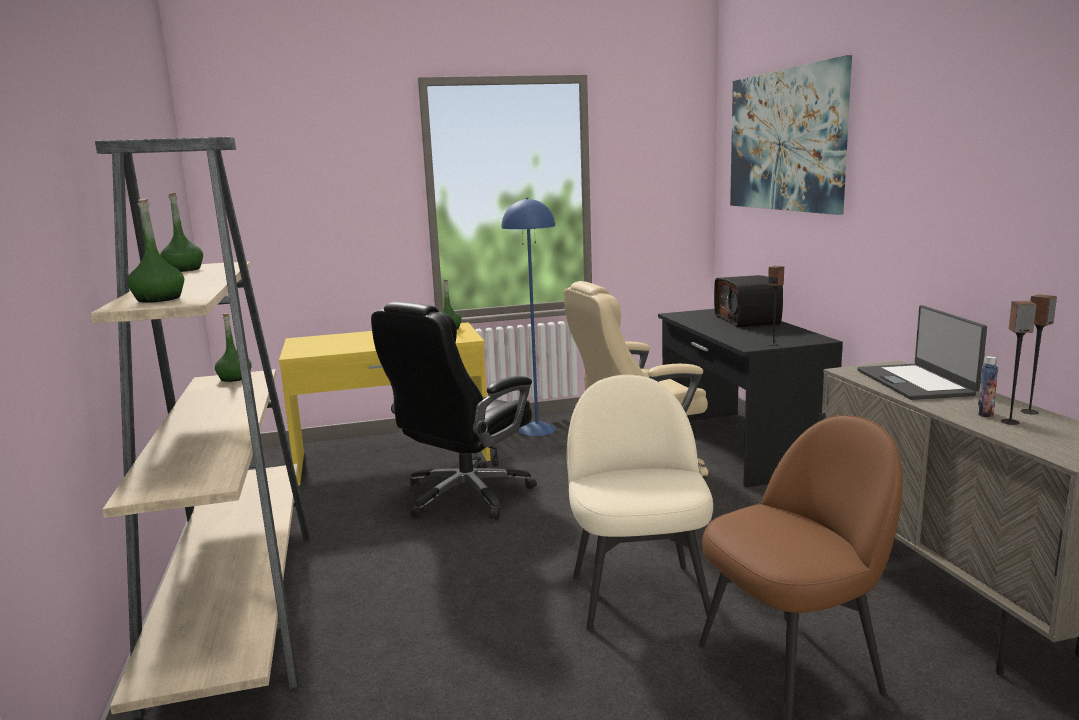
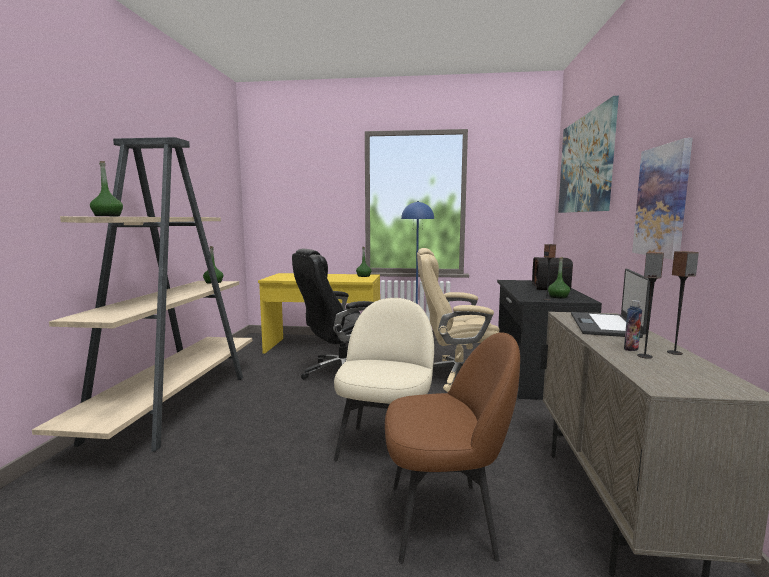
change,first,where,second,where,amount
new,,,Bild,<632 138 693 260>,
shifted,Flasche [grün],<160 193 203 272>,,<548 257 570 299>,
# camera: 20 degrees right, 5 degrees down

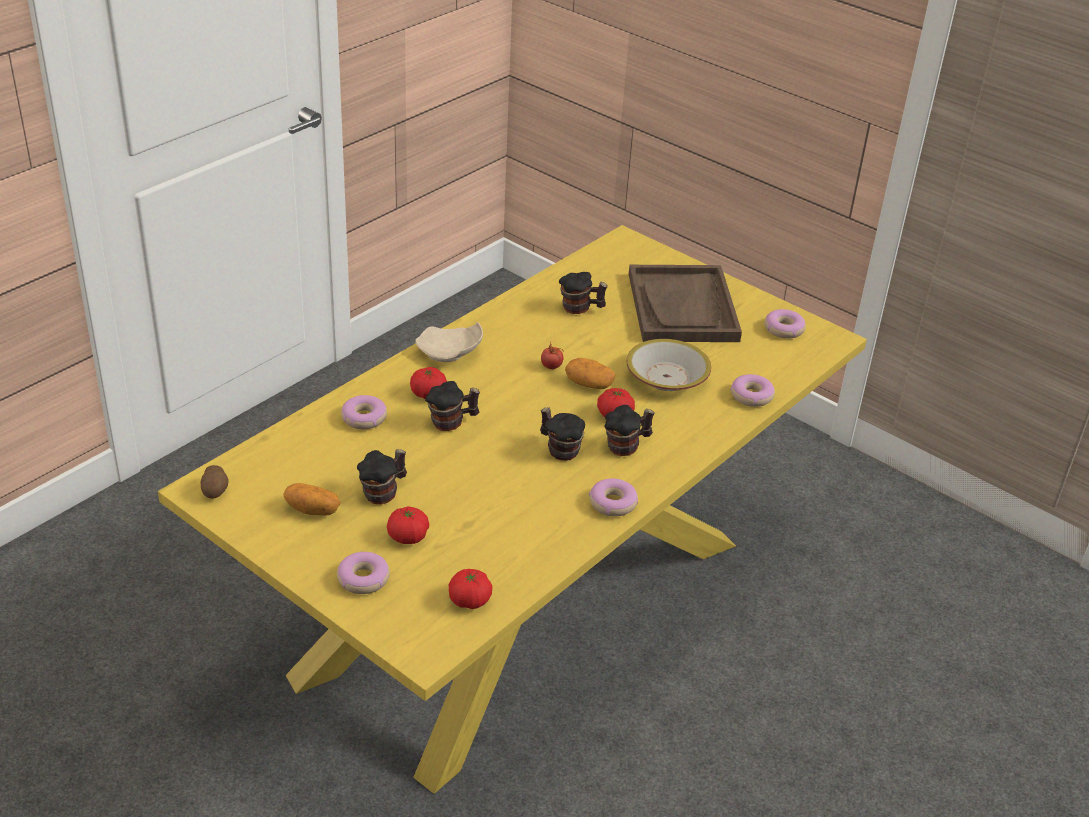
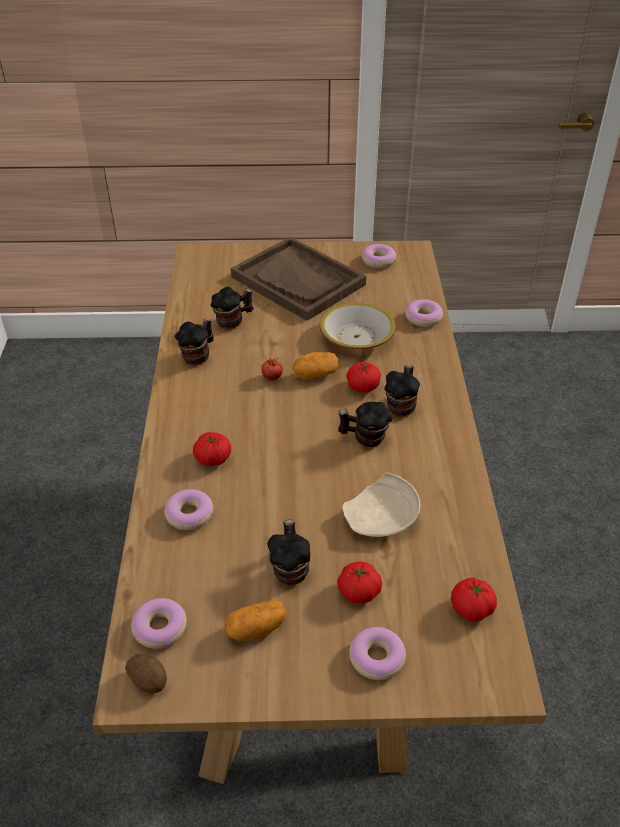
change,first,where,second,where,amount
shifted,Teller [beige],<415 322 483 362>,,<342 472 420 537>,
shifted,Henkelbecher,<425 381 480 431>,,<175 319 214 365>,
shifted,Donut,<589 478 638 516>,,<131 598 187 649>,
repainted,Esstisch [gelb],<158 225 867 794>,Esstisch [braun],<92 241 546 784>,
# camera: 40 degrees left, 5 degrees up

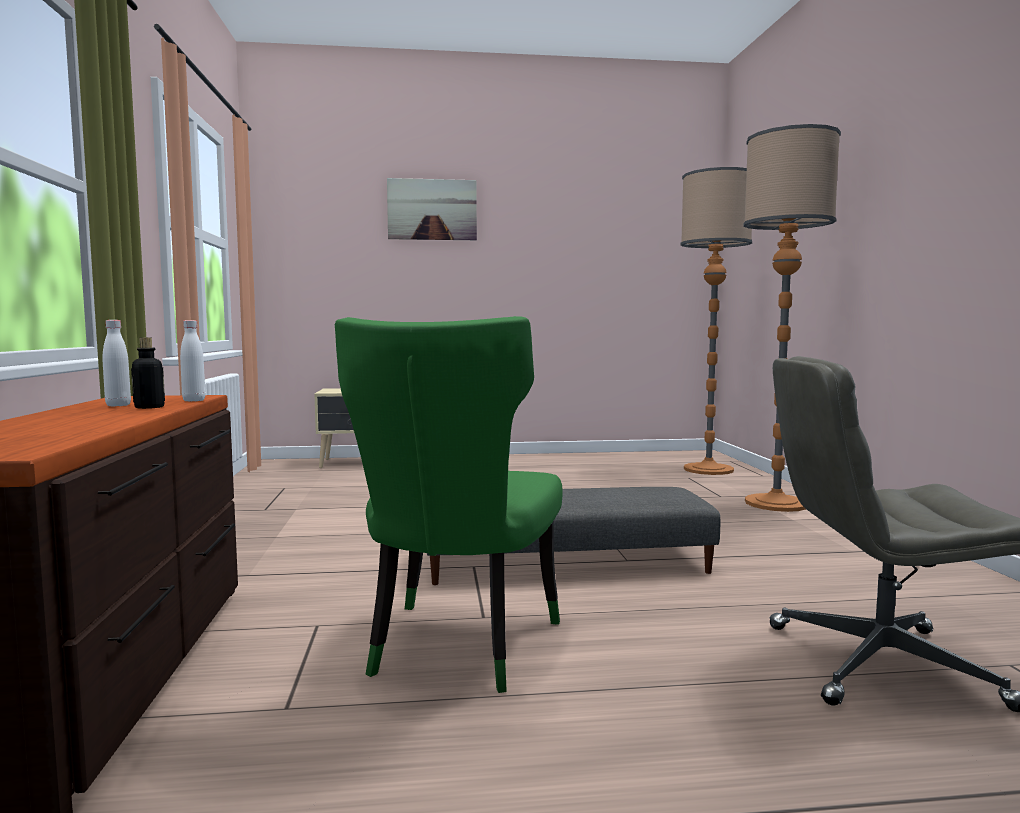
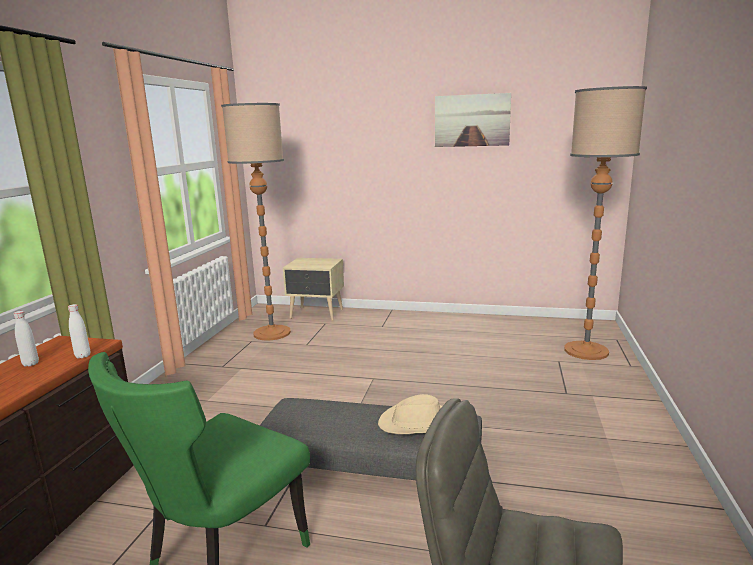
change,first,where,second,where,amount
gone,Flasche,<131 337 165 409>,,,
new,,,Hut [beige],<378 394 442 434>,
shifted,Bild,<387 178 477 240>,,<435 93 511 147>,
shifted,Stehlampe,<743 124 841 512>,,<221 103 291 341>,
# camera: 20 degrees right, 10 degrees up

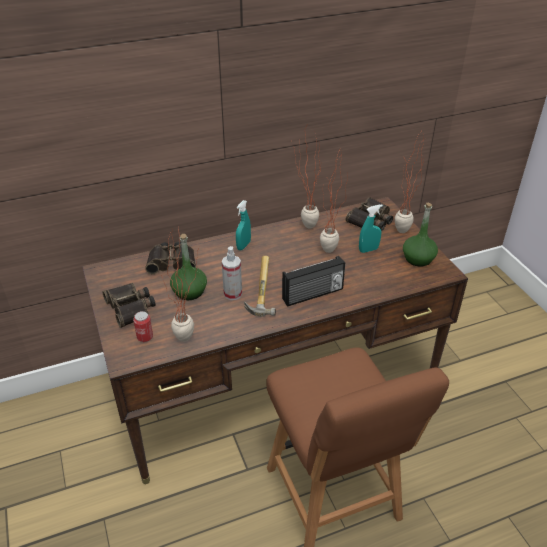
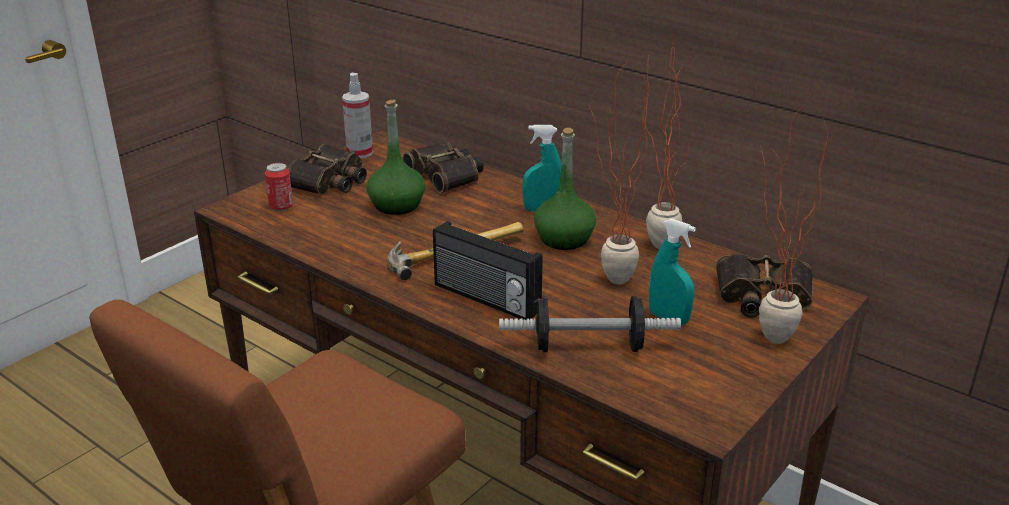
change,first,where,second,where,amount
gone,Topfpflanze,<161 226 200 342>,,,
new,,,Hantel,<499 296 681 352>,
shifted,Sprühflasche,<222 246 242 300>,,<342 73 373 158>,
shifted,Flasche [grün],<403 203 438 267>,,<534 128 596 250>,
# camera: 60 degrees right, 10 degrees down

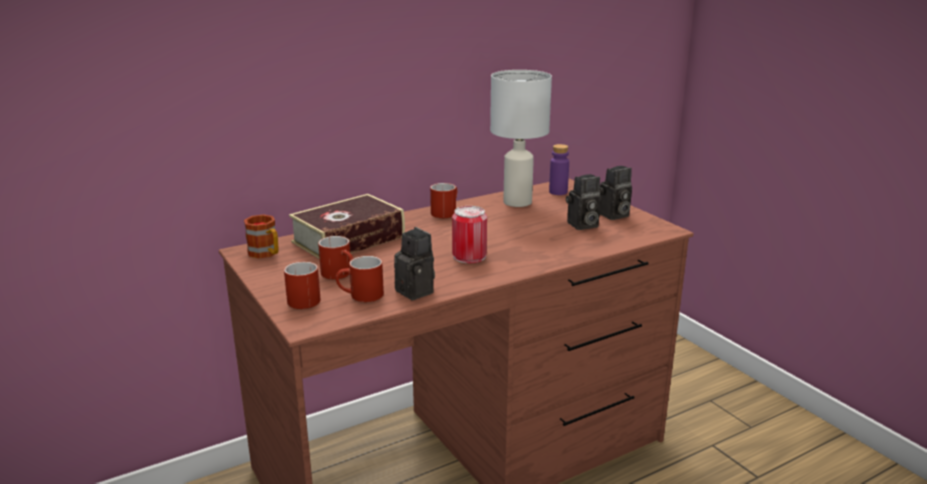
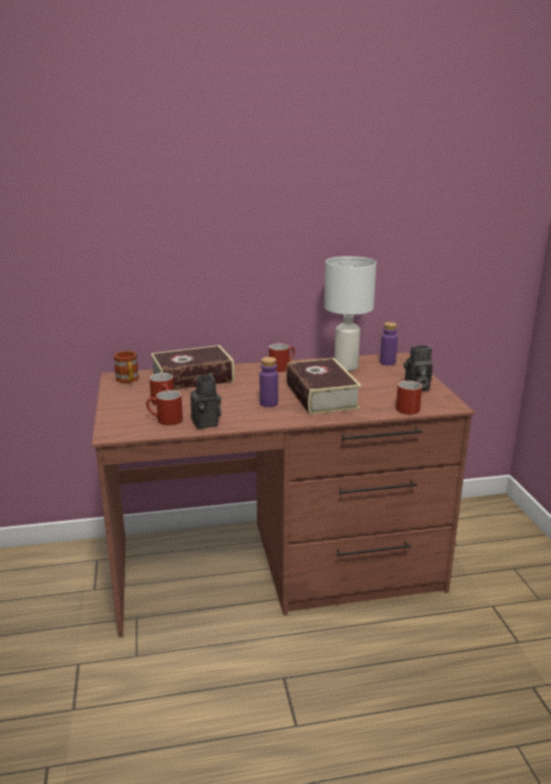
change,first,where,second,where,amount
gone,Kamera,<566 174 601 230>,,,
new,,,Buch,<286 358 362 415>,
shifted,Henkelbecher [rot],<284 262 321 309>,,<396 381 422 414>,
swapped,Dose,<452 206 487 263>,Flasche [lila],<260 357 278 407>,
# camera: 20 degrees right, 0 degrees up

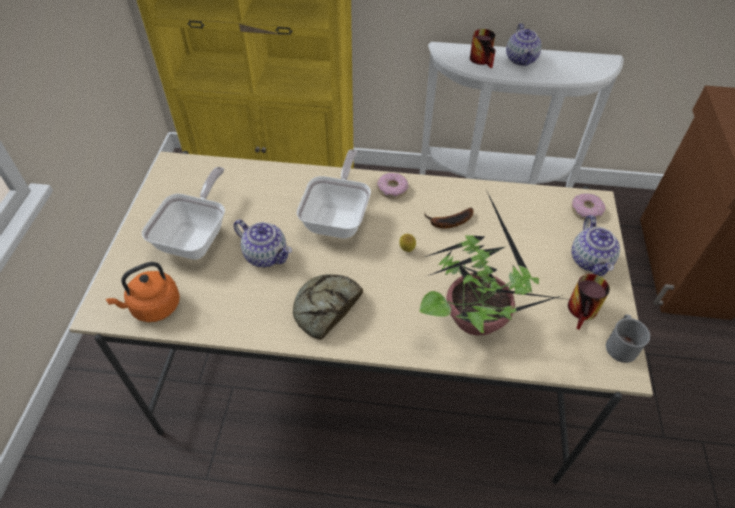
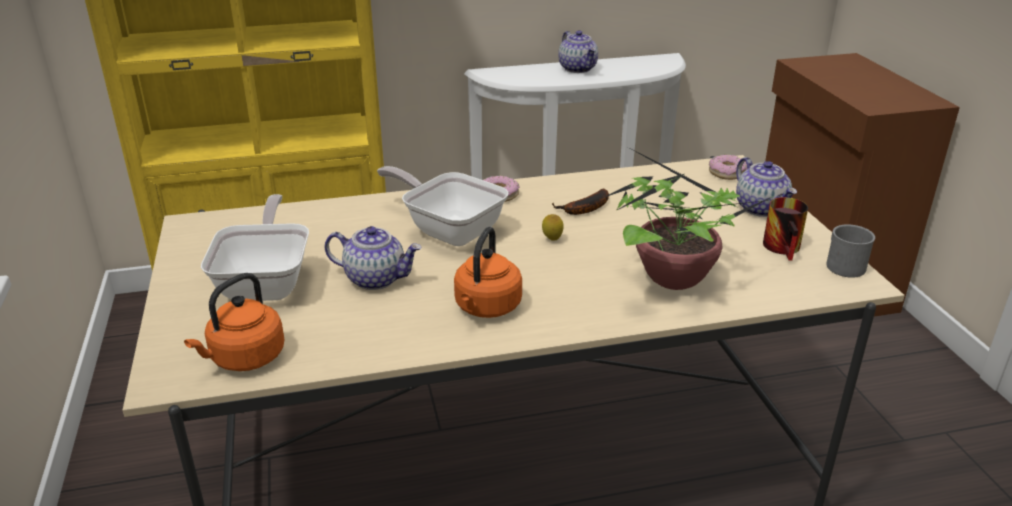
change,first,where,second,where,amount
gone,Henkelbecher,<470 29 496 68>,,,
swapped,Brot,<293 274 363 340>,Wasserkessel [orange],<454 227 522 318>,
rotated,Pfanne,<296 149 371 239>,,<377 166 509 246>,45 degrees counterclockwise
# camera: 20 degrees left, 20 degrees down

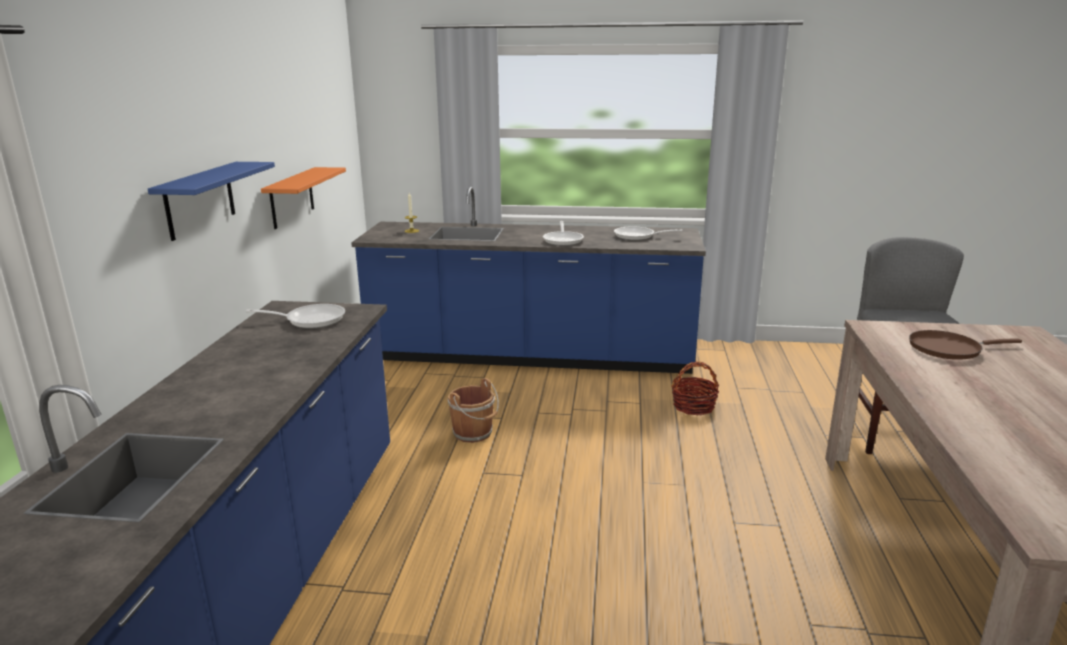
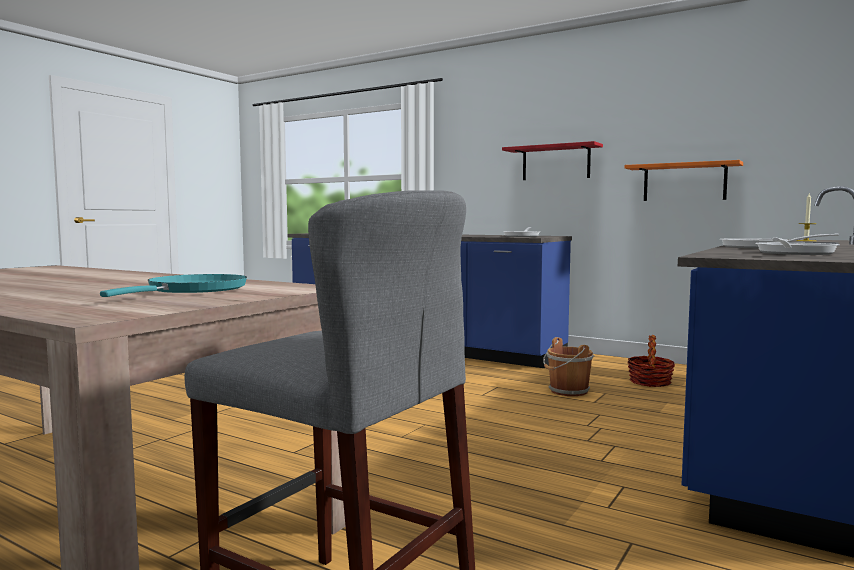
change,first,where,second,where,amount
shifted,Korb,<671 361 719 415>,,<627 335 675 387>,
repainted,Wandregal [blau],<148 162 275 241>,Wandregal [rot],<502 141 603 180>,
repainted,Pfanne [braun],<909 330 1022 360>,Pfanne [türkis],<100 274 247 297>,
# camera: 115 degrees right, 15 degrees down

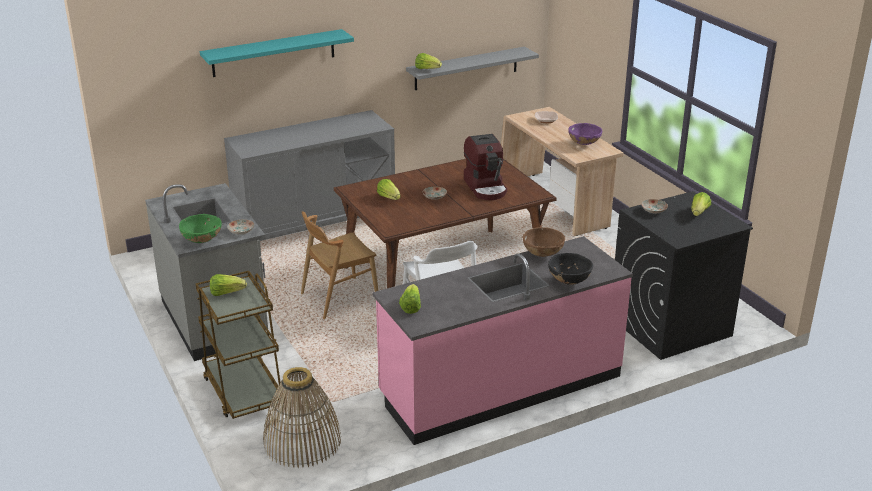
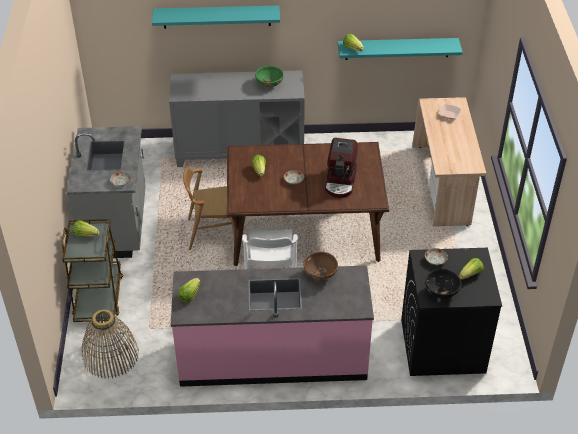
change,first,where,second,where,amount
gone,Schüssel [lila],<568 123 602 145>,,,
shifted,Schüssel [grün],<179 214 222 243>,,<255 66 284 88>,
shifted,Schüssel [schwarz],<548 253 593 285>,,<425 269 462 299>,
repainted,Wandregal [grau],<406 47 539 90>,Wandregal [türkis],<338 38 463 60>,
# camera: 25 degrees right, 15 degrees up

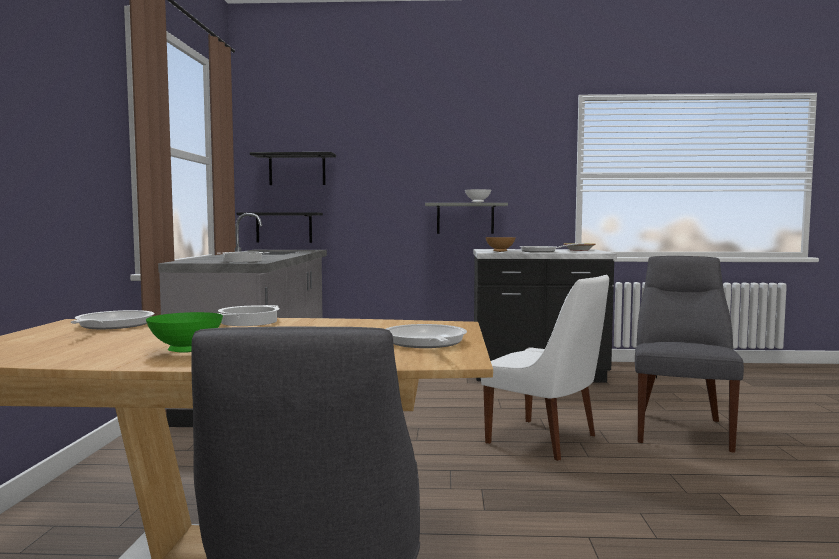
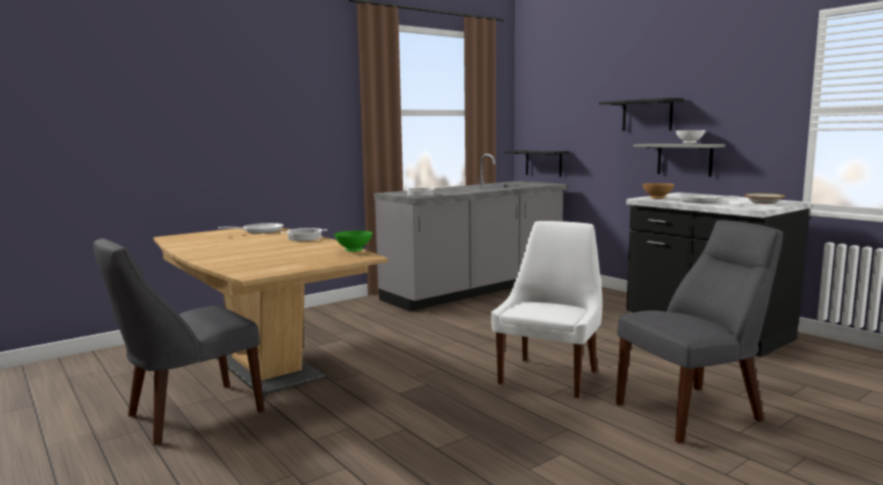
change,first,where,second,where,amount
gone,Pfanne,<386 324 467 348>,,,
shifted,Schüssel [grün],<146 312 223 353>,,<334 230 372 252>,
shifted,Wandregal [schwarz],<250 152 336 185>,,<599 98 684 131>,
rotated,Stuhl [weiß],<481 275 609 461>,,<491 221 602 398>,150 degrees counterclockwise
# camera: 50 degrees right, 5 degrees up

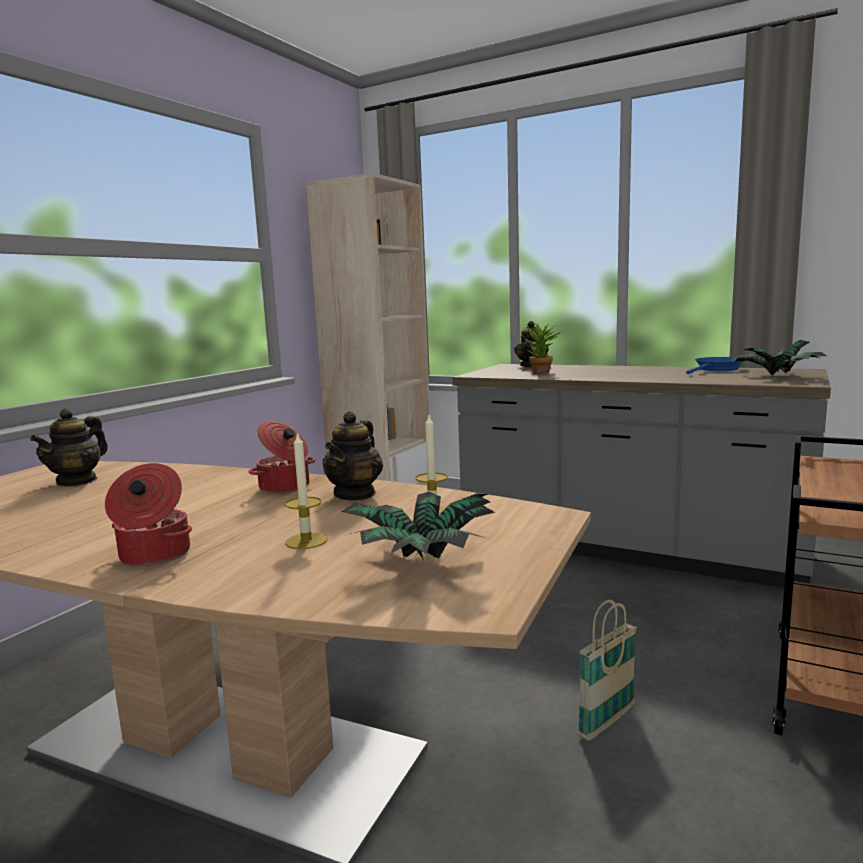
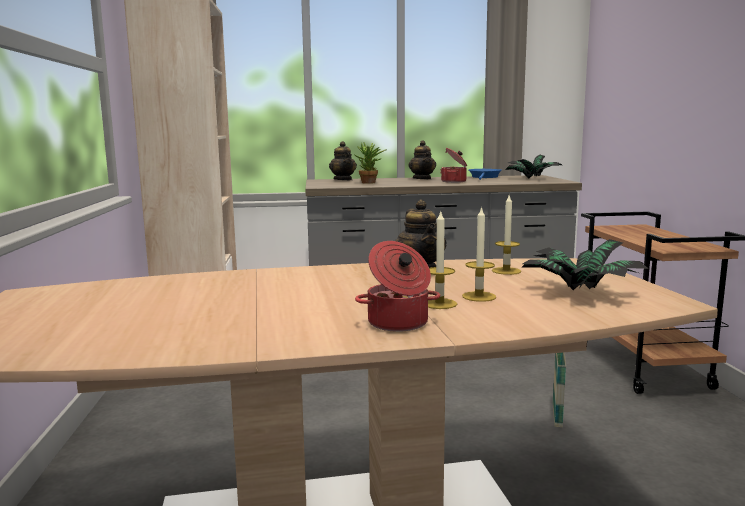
change,first,where,second,where,amount
new,,,Kerze,<428 212 457 309>,
shifted,Teekanne,<30 408 108 486>,,<409 140 436 180>,
shifted,Kochtopf,<248 420 316 494>,,<440 148 467 183>,
# camera: 35 degrees left, 0 degrees up

